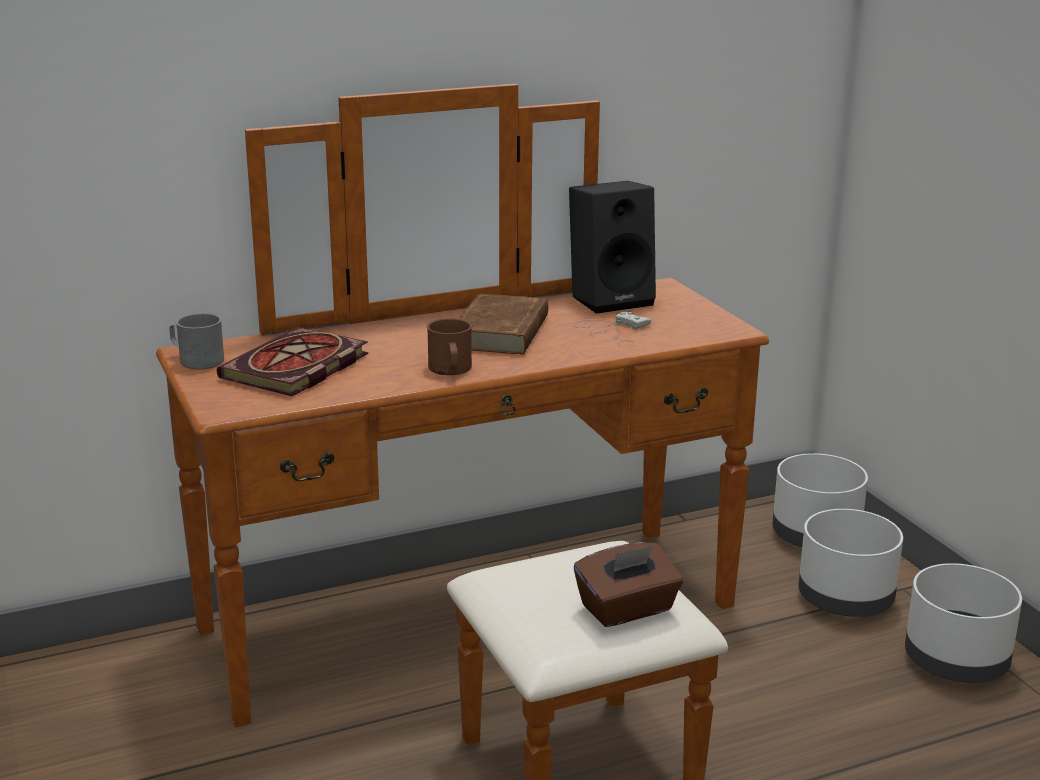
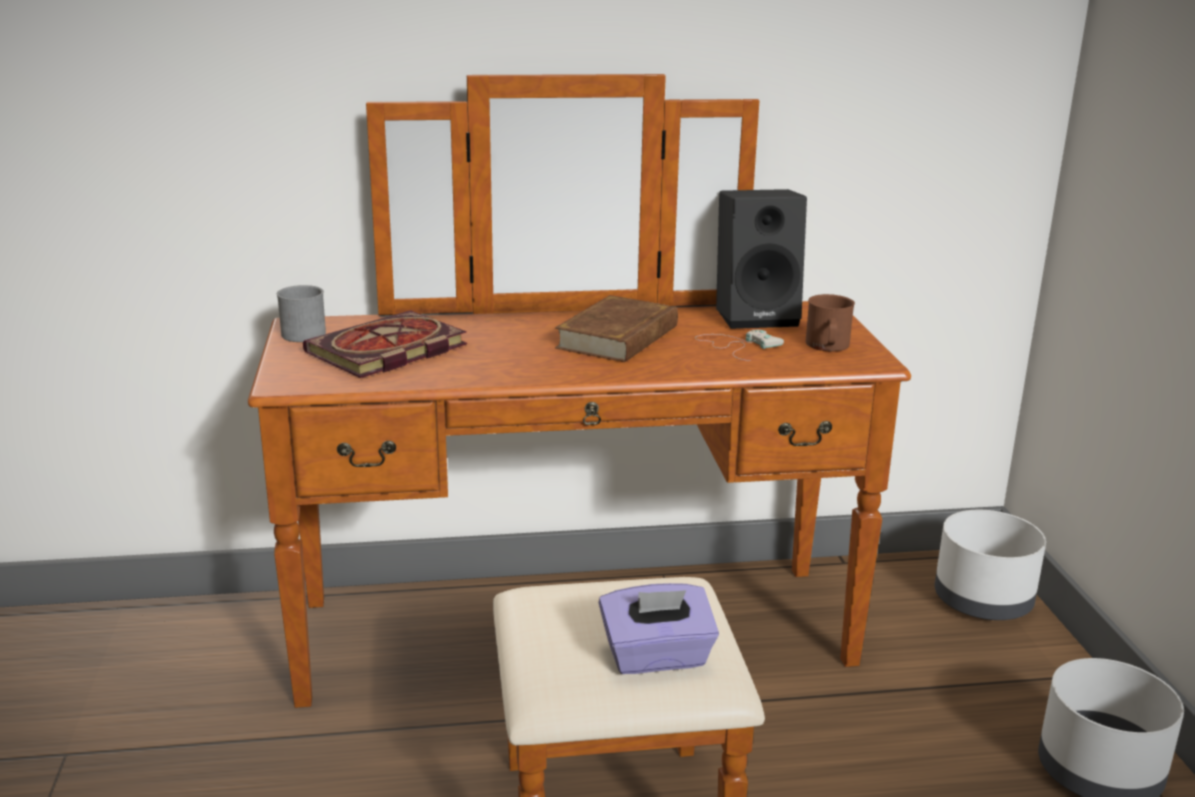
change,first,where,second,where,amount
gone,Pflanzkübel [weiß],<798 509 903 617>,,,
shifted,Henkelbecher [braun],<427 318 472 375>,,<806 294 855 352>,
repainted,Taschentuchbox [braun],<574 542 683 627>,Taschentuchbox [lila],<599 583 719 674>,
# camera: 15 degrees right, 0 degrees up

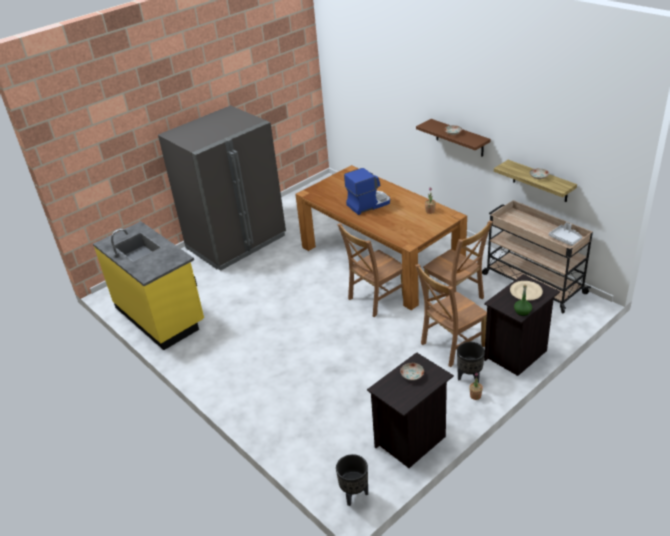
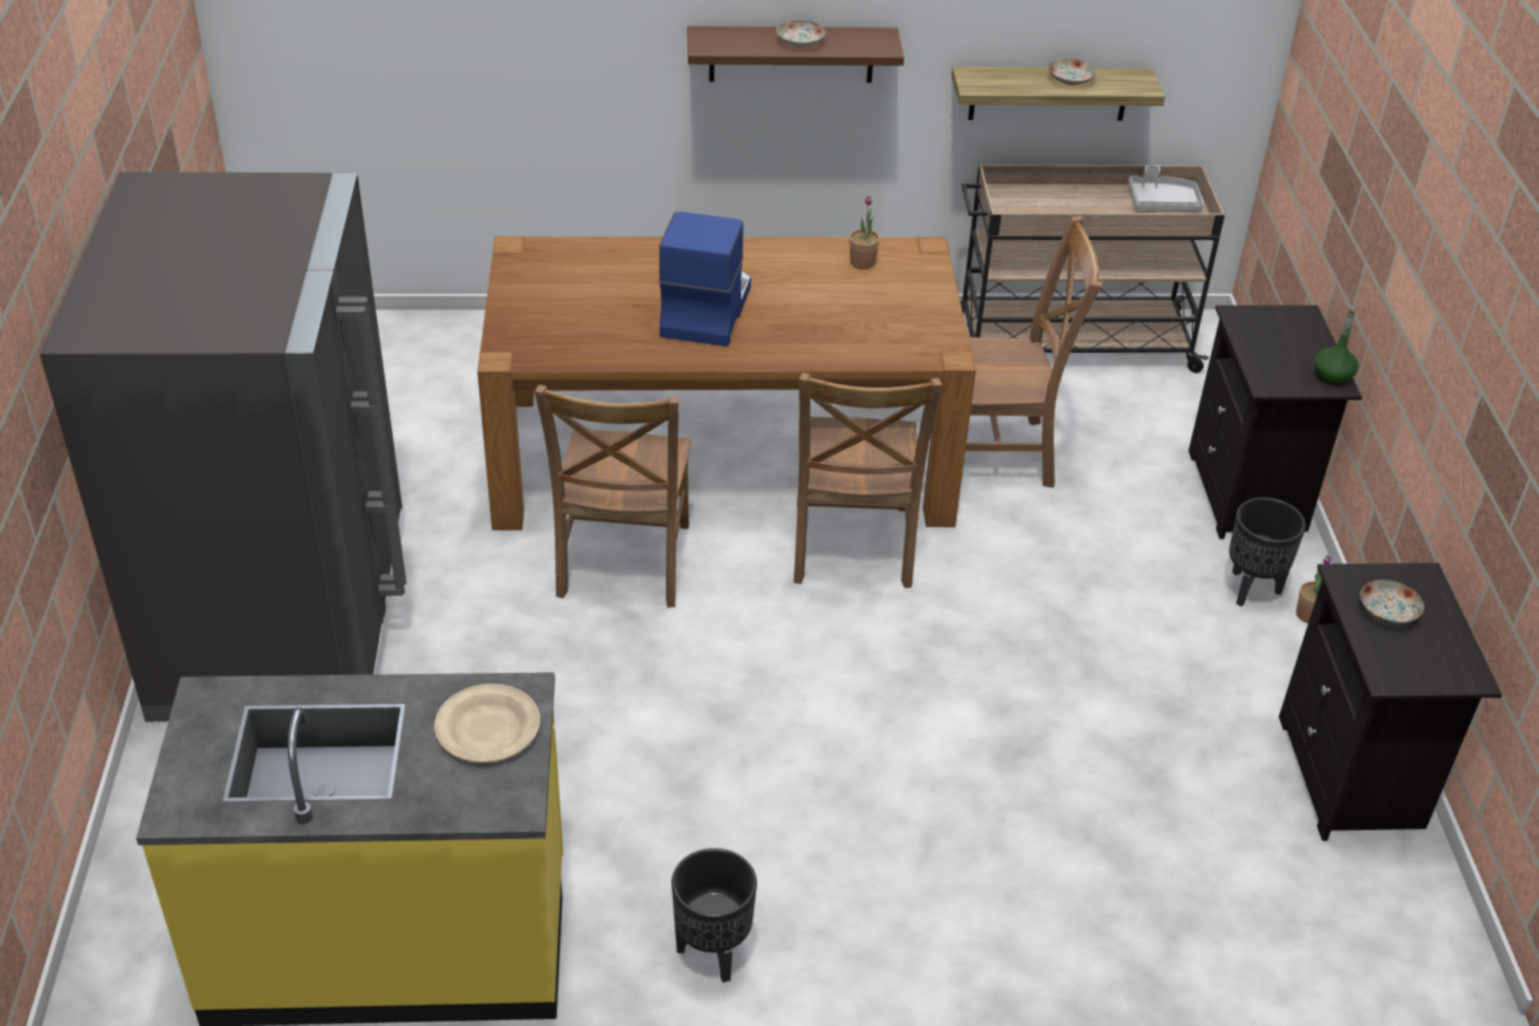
change,first,where,second,where,amount
shifted,Pflanzkübel [schwarz],<336 454 368 506>,,<672 848 757 983>,
shifted,Stuhl [braun],<415 264 487 367>,,<534 385 691 608>,
shifted,Teller [beige],<510 281 543 301>,,<434 684 540 763>,
# camera: 55 degrees left, 5 degrees up

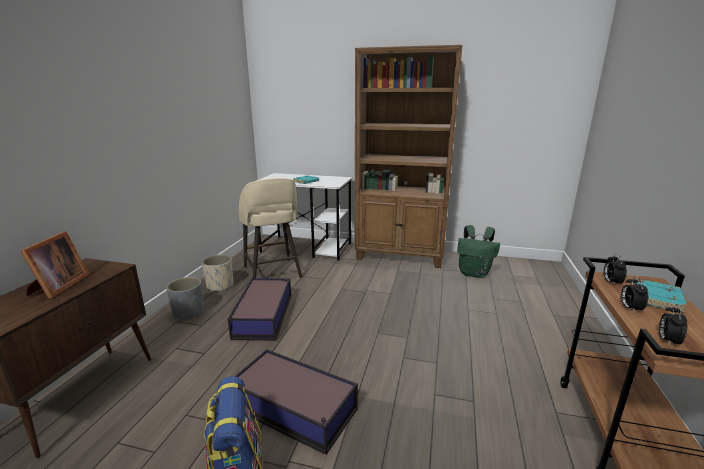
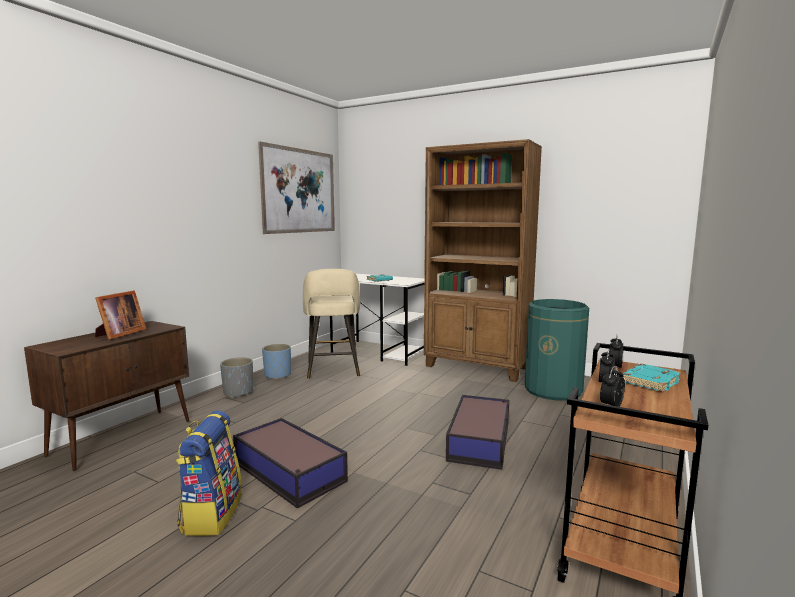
change,first,where,second,where,amount
new,,,Bild,<258 141 335 234>,
shifted,Aufbewahrungsbox,<228 278 291 341>,,<446 395 509 470>,
swapped,Rucksack [grün],<457 225 500 278>,Mülleimer [grün],<525 299 589 401>,
repainted,Pflanzkübel [beige],<202 254 233 292>,Pflanzkübel [blau],<262 344 291 380>,
# camera: 15 degrees right, 10 degrees down

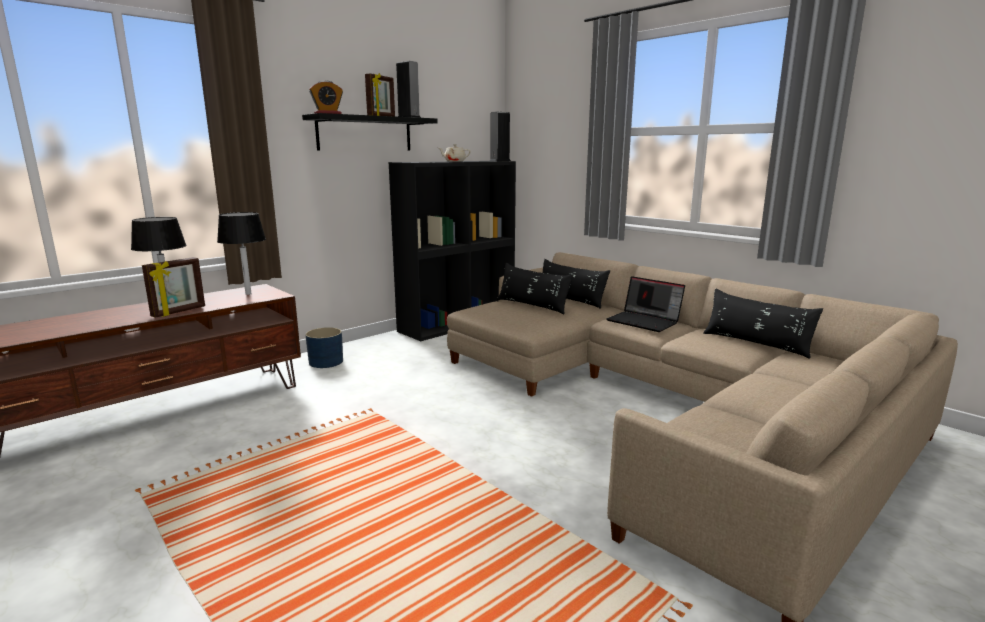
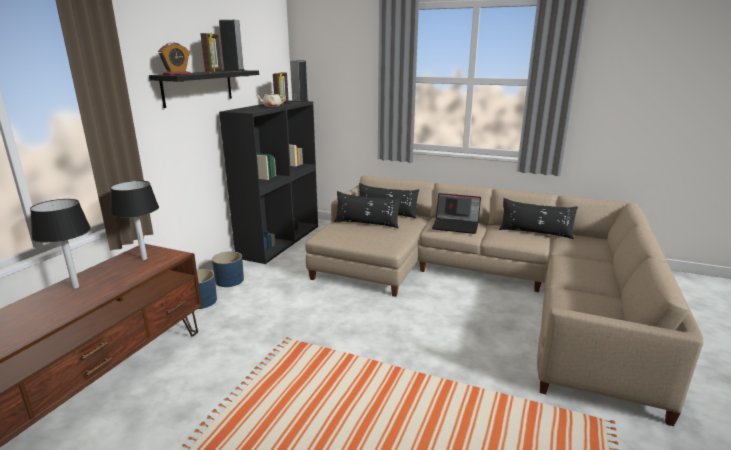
change,first,where,second,where,amount
new,,,Pflanzkübel [blau],<212 251 244 287>,
shifted,Bilderrahmen,<142 257 205 318>,,<273 72 289 105>,
# camera: 25 degrees left, 5 degrees up

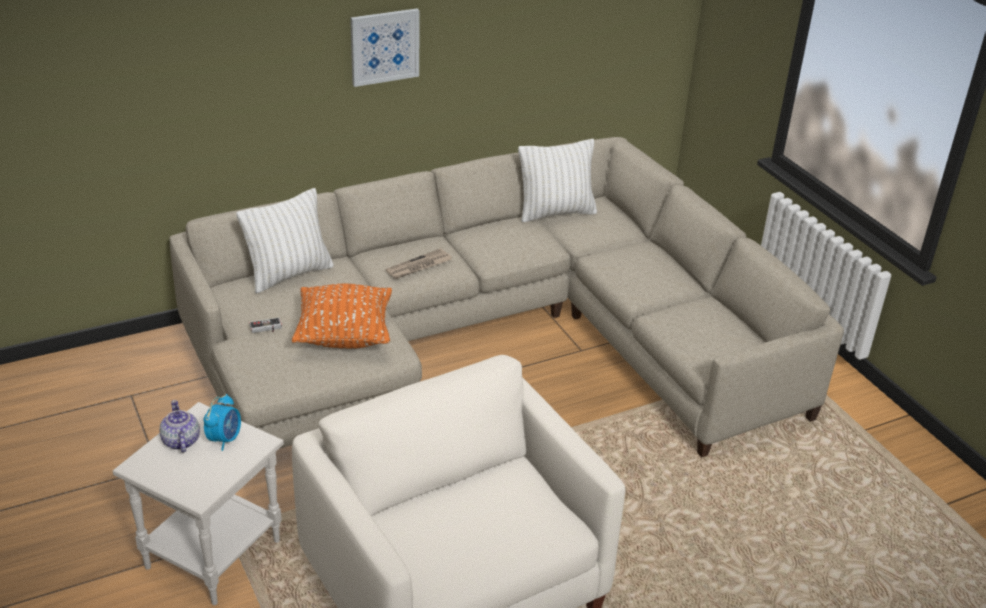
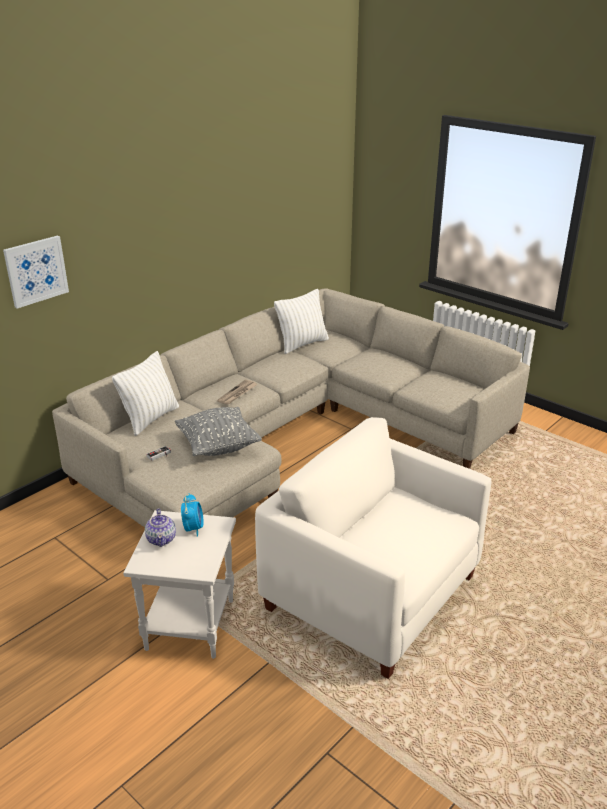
change,first,where,second,where,amount
shifted,Bild,<350 8 420 87>,,<3 235 69 309>,
repainted,Kissen [orange],<292 284 392 349>,Kissen [grau],<175 407 262 456>,
rotated,Teekanne,<159 400 200 453>,,<145 508 176 547>,150 degrees counterclockwise
# camera: 20 degrees left, 5 degrees down

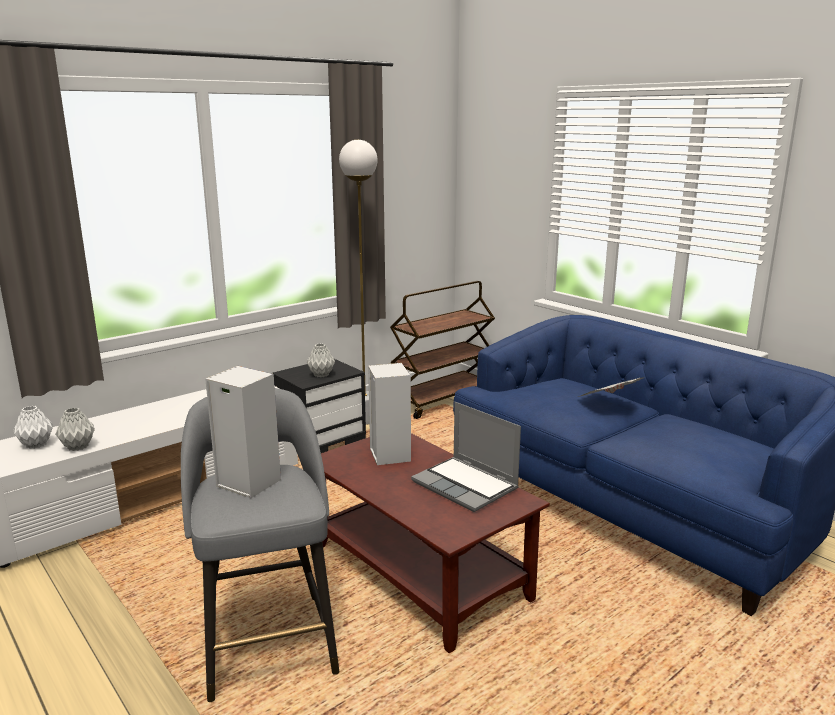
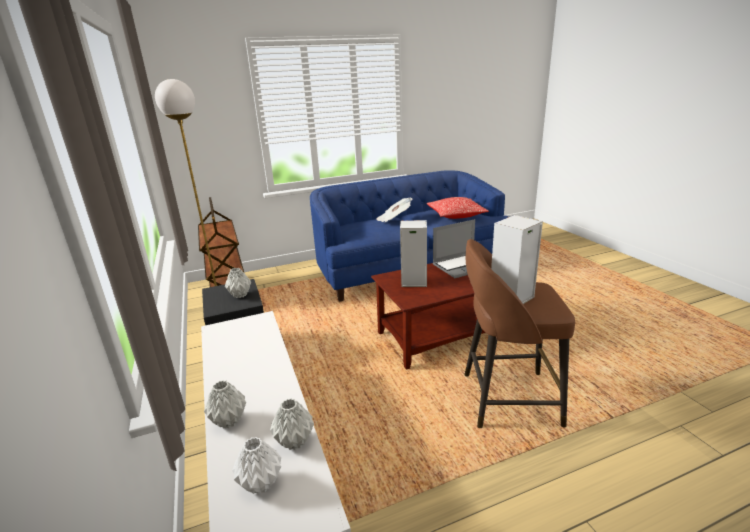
change,first,where,second,where,amount
new,,,Vase [grau],<204 380 246 428>,
new,,,Kissen,<427 197 489 219>,
repainted,Hocker [grau],<181 388 339 702>,Hocker [braun],<464 239 575 428>,
# camera: 70 degrees left, 5 degrees up

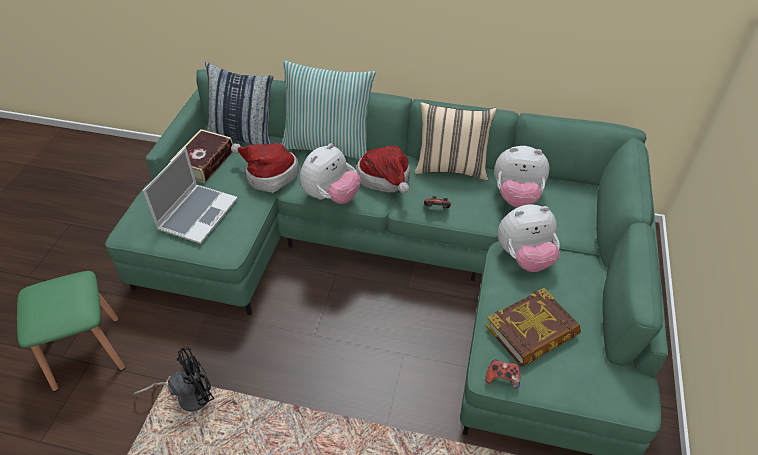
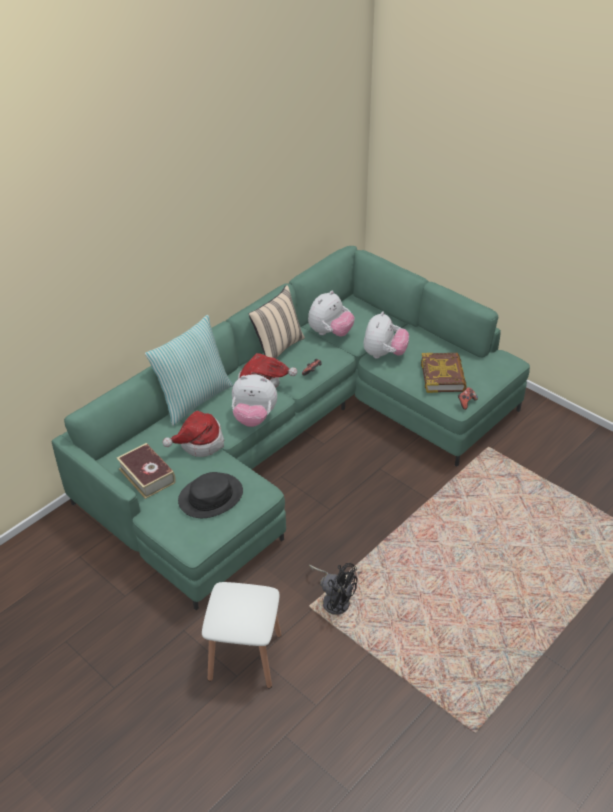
change,first,where,second,where,amount
gone,Kissen,<205 62 273 145>,,,
swapped,Laptop,<143 147 238 244>,Hut [schwarz],<178 472 243 518>,
repainted,Hocker [grün],<17 271 125 392>,Hocker [weiß],<202 582 282 688>,
rotated,Ventilator [schwarz],<134 348 214 412>,,<309 563 357 615>,120 degrees clockwise
rotated,Plüschtier,<300 143 361 204>,,<232 374 277 427>,120 degrees clockwise
# camera: 60 degrees left, 5 degrees down

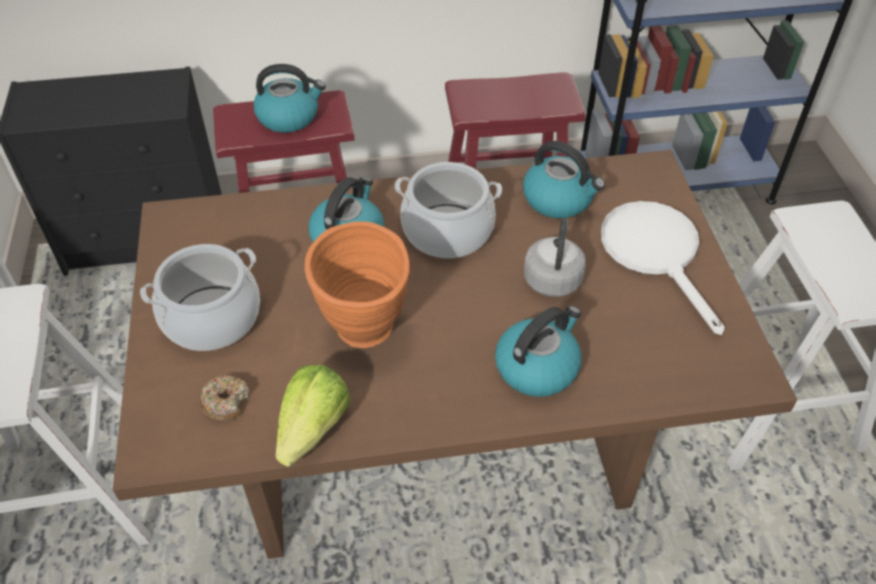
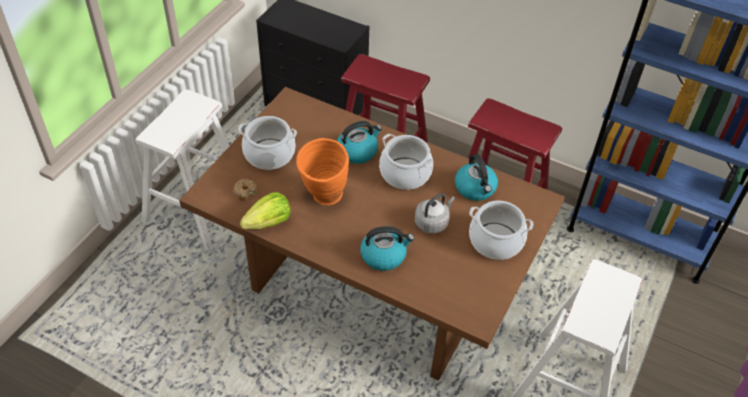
change,first,where,second,where,amount
gone,Wasserkessel,<253 64 326 133>,,,
swapped,Pfanne [weiß],<601 201 725 335>,Kochtopf,<469 201 533 260>,
# camera: 35 degrees right, 0 degrees up

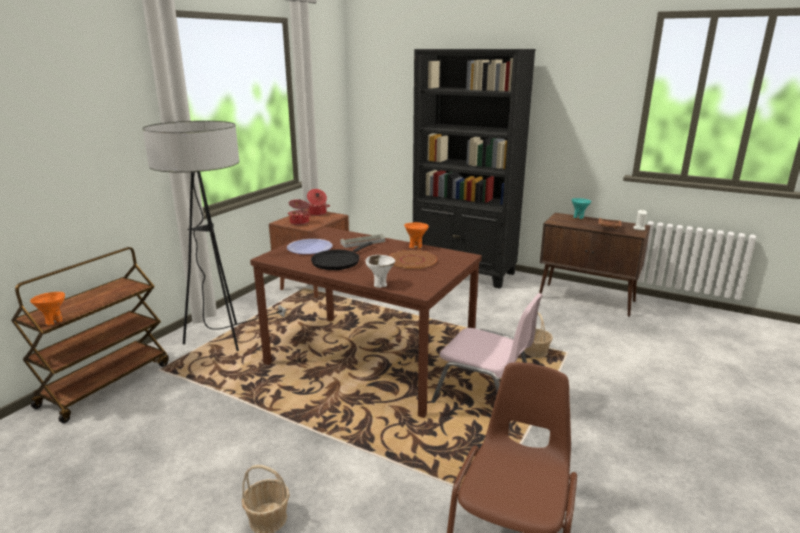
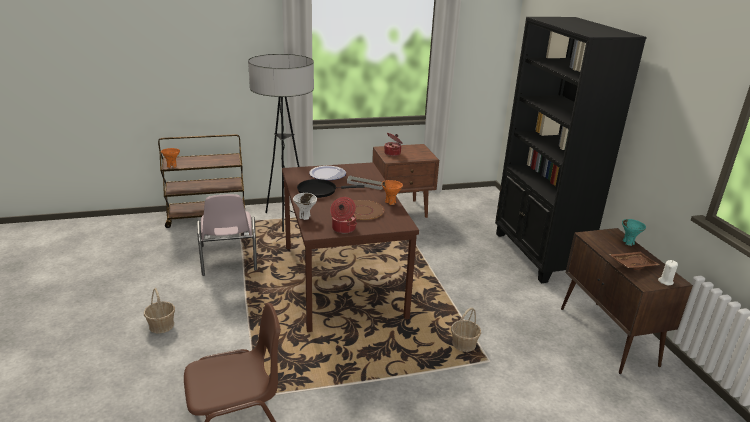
change,first,where,second,where,amount
shifted,Kochtopf,<307 189 330 216>,,<330 197 357 234>,
shifted,Stuhl [rosa],<431 293 543 426>,,<197 194 257 276>,
# camera: 45 degrees right, 5 degrees up

